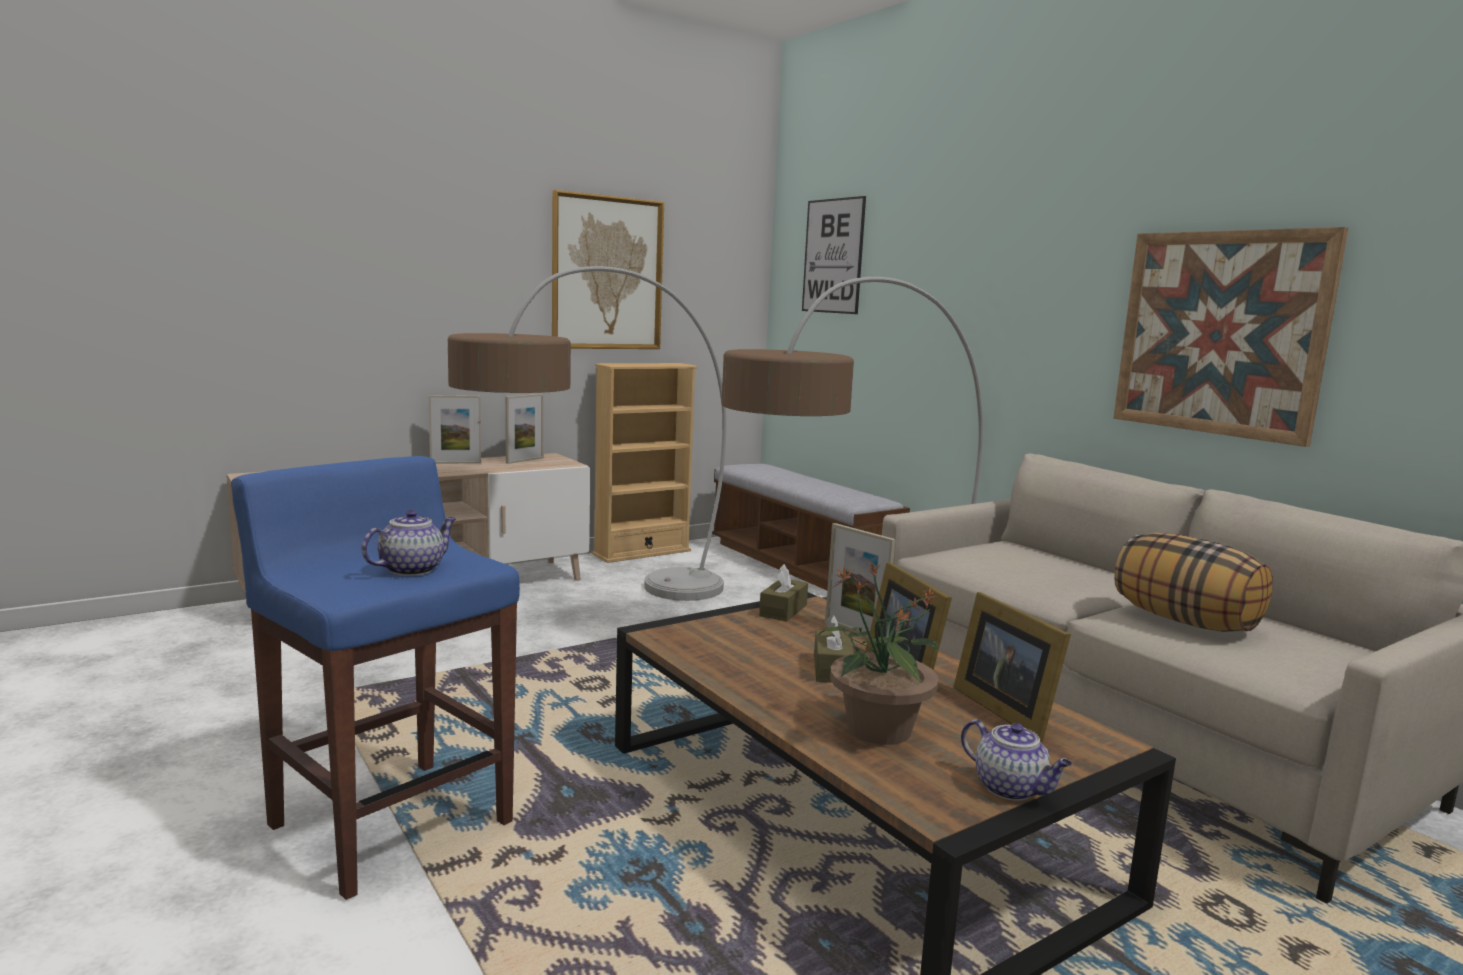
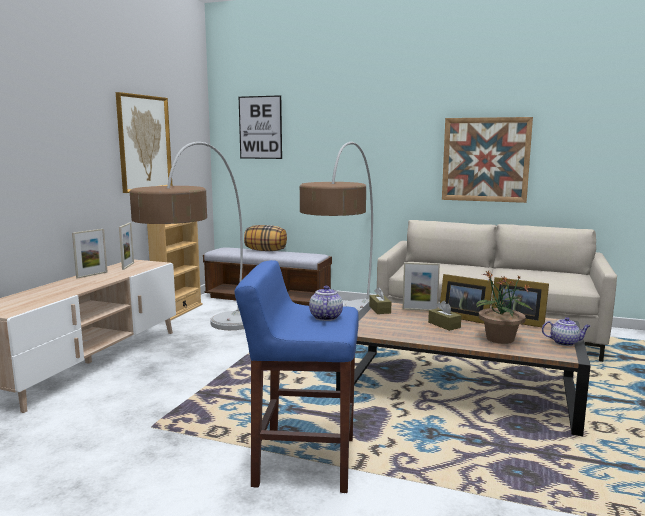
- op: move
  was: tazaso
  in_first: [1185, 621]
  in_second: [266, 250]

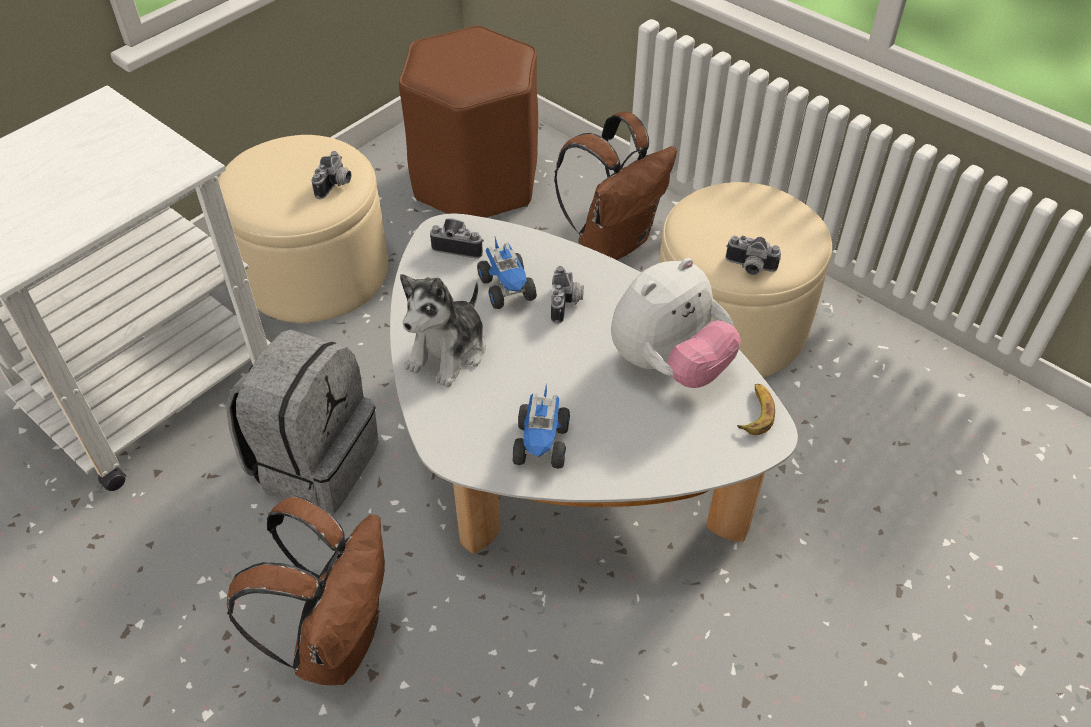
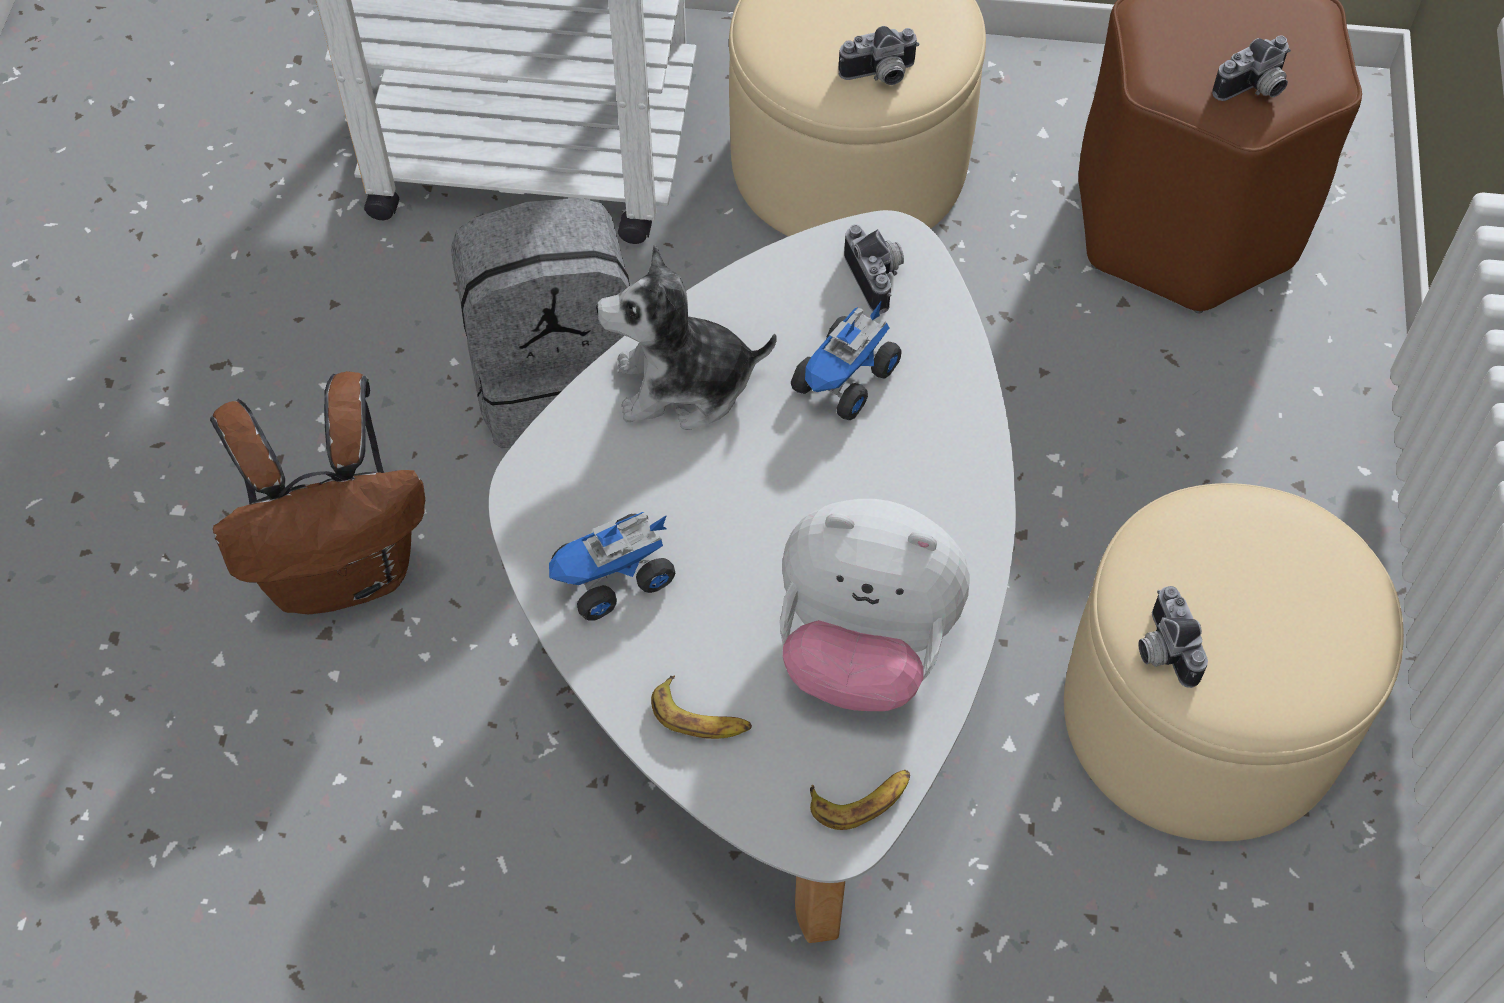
- op: delete
  was: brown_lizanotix
  in_first: [613, 240]
- op: insert
  now: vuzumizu
  in_second: [701, 717]
- op: move
  was: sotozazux
  in_first: [567, 304]
  in_second: [1254, 89]

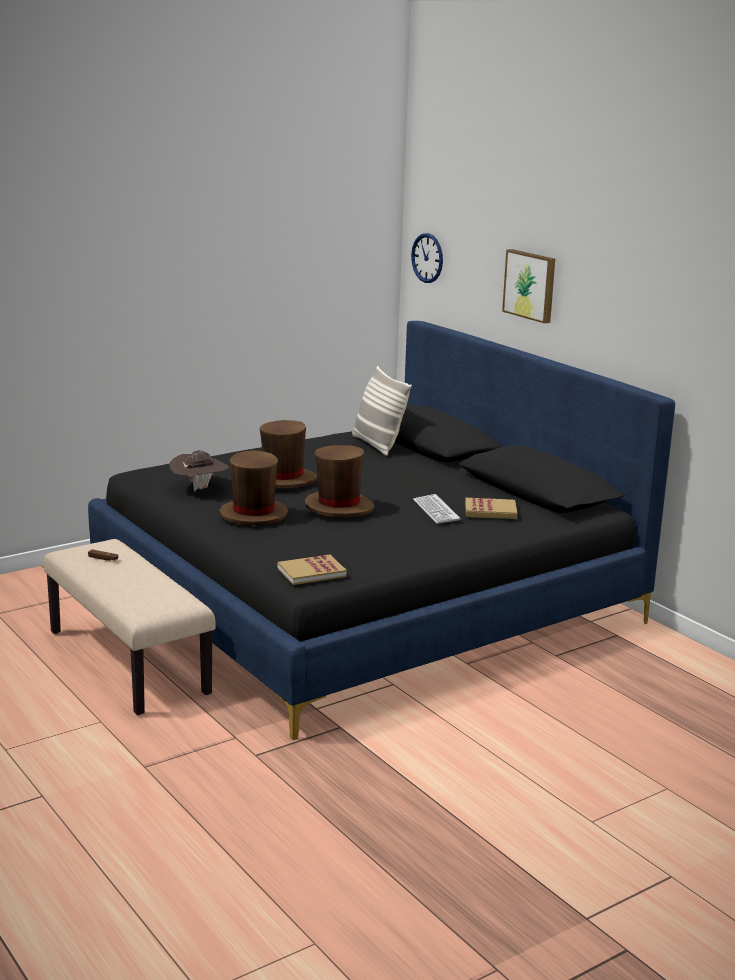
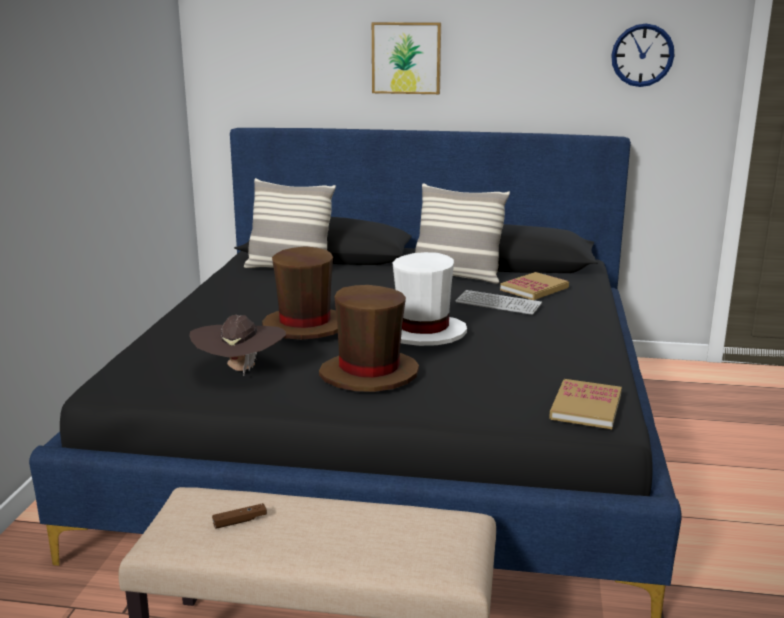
- op: insert
  now: tazaso
  in_second: [456, 276]
- op: move
  was: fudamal
  in_first: [427, 258]
  in_second: [642, 55]
- op: recolor
  was: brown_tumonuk
  now: white_tumonuk
  in_first: [339, 507]
  in_second: [423, 332]

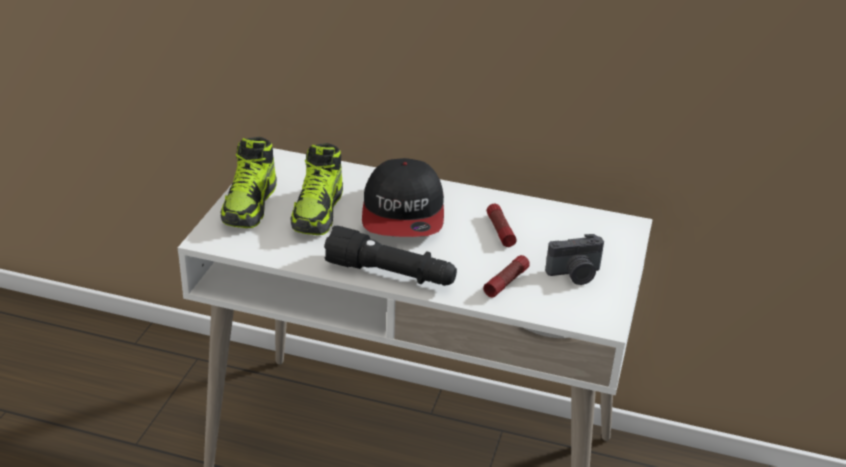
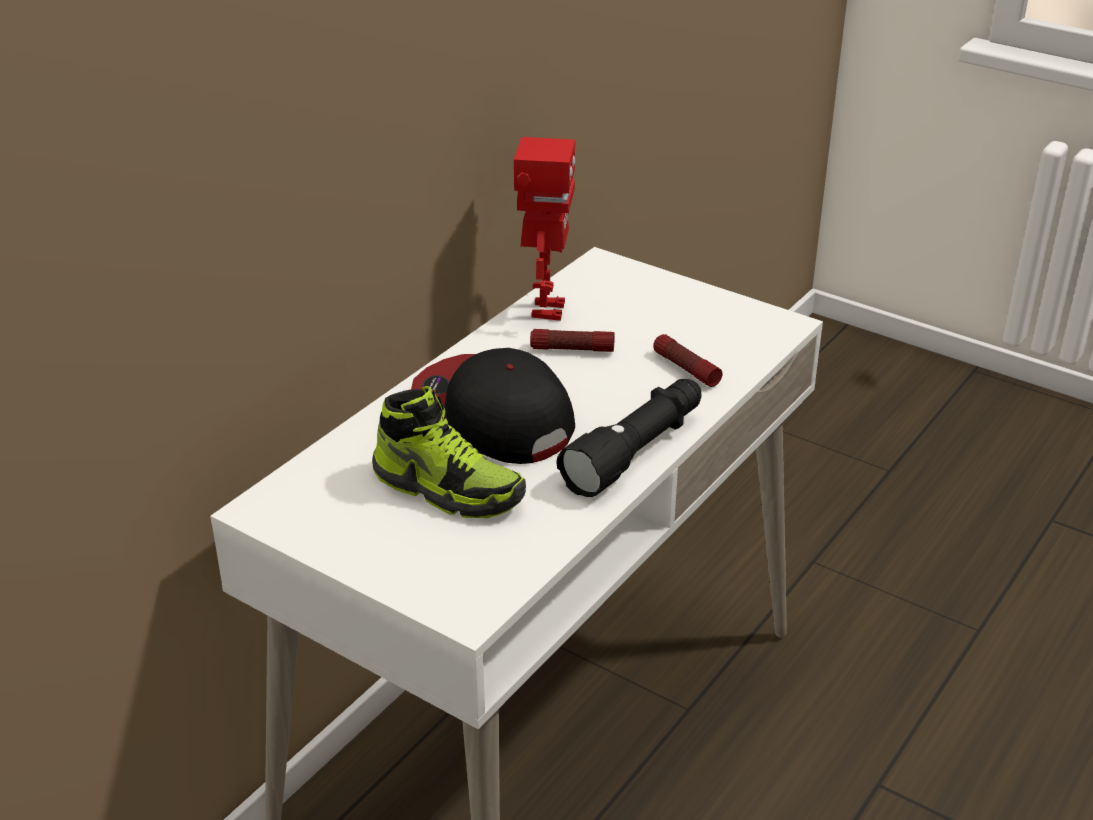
- op: delete
  was: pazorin
  in_first: [250, 205]
- op: delete
  was: sotozazux
  in_first: [575, 274]
- op: insert
  now: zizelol
  in_second: [545, 310]
- op: rotate
  was: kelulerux
  in_first: [403, 213]
  in_second: [492, 414]
  clockwise: -150

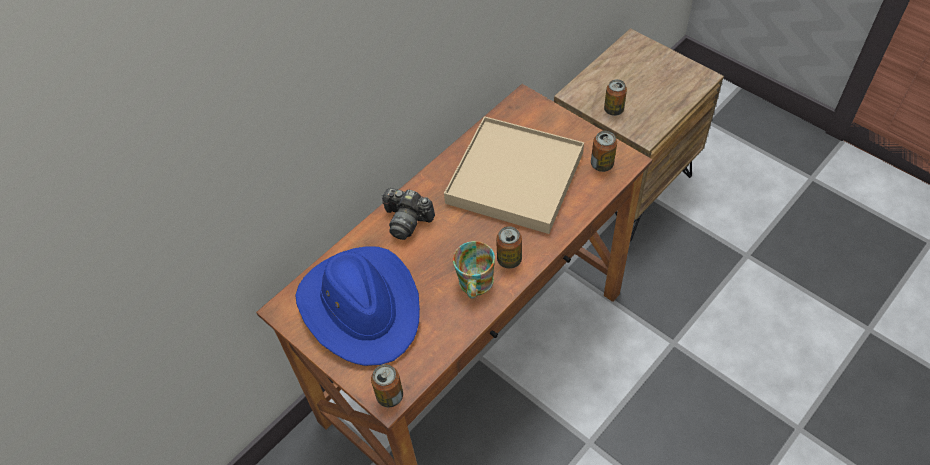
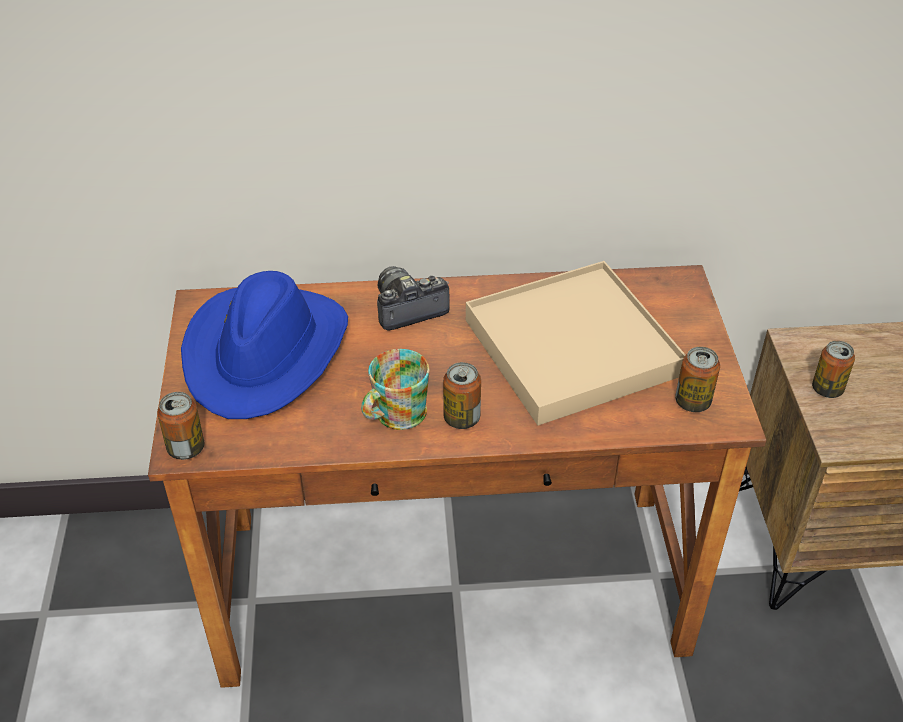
- op: rotate
  was: sotozazux
  in_first: [407, 220]
  in_second: [408, 309]
  clockwise: 90

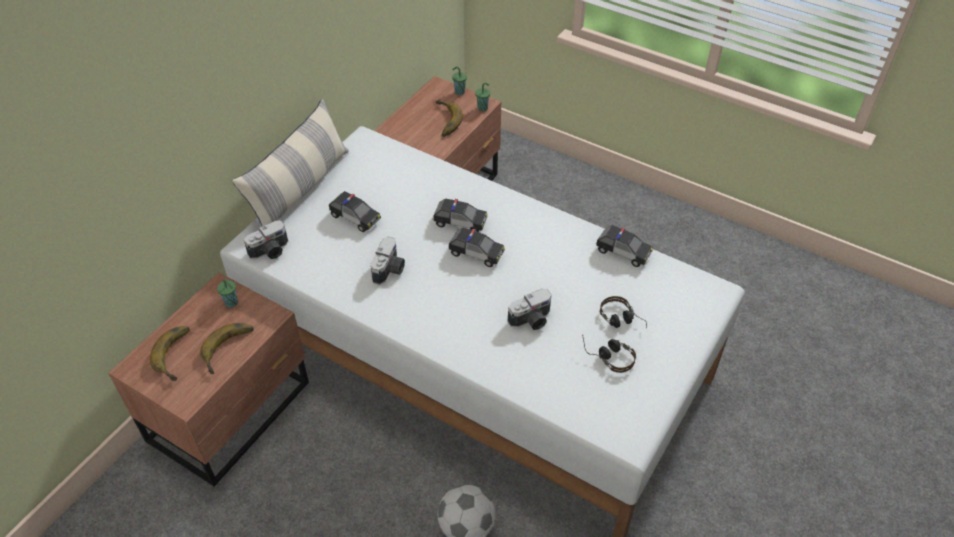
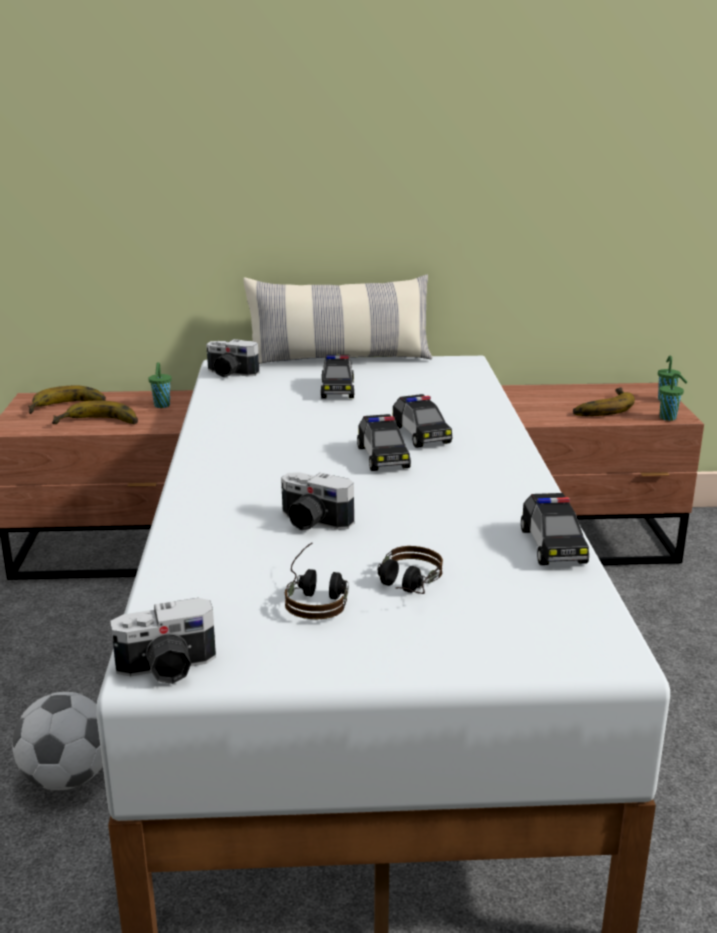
- op: move
  was: sotozazux
  in_first: [390, 270]
  in_second: [167, 669]

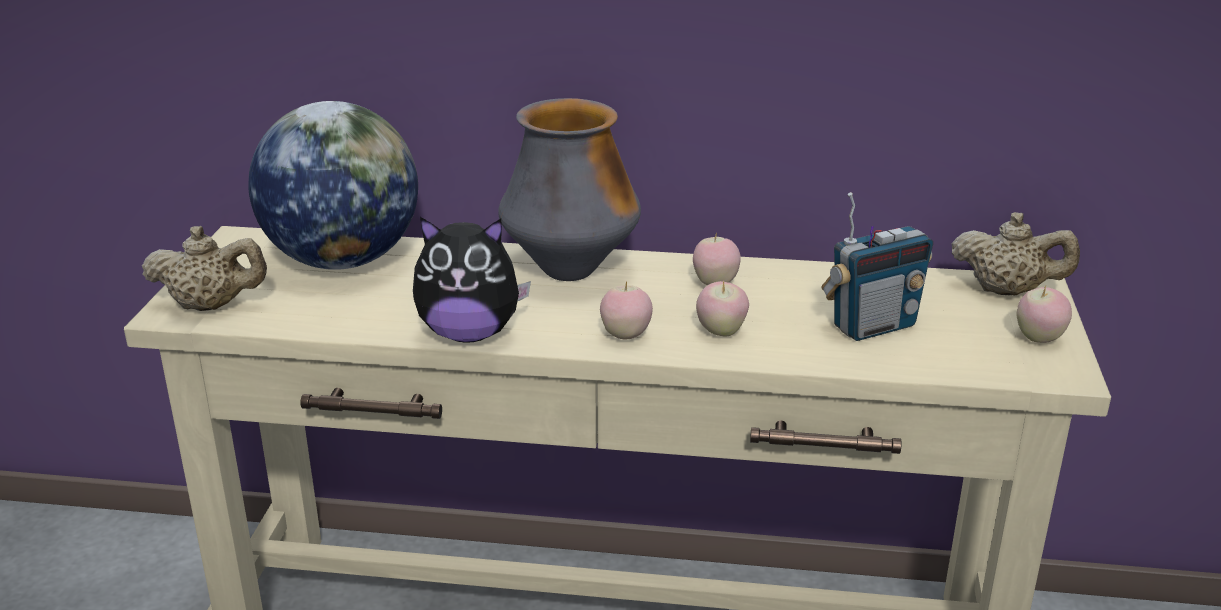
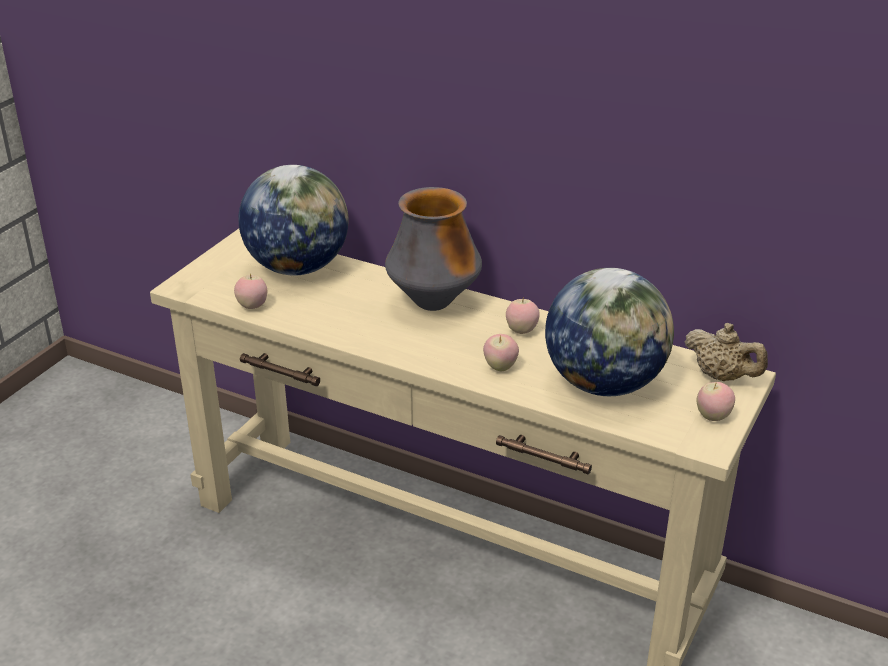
- op: delete
  was: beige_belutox
  in_first: [211, 306]
- op: delete
  was: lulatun
  in_first: [469, 334]
- op: move
  was: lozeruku
  in_first: [626, 336]
  in_second: [252, 306]
- op: replace
  was: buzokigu
  now: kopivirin
  in_first: [873, 326]
  in_second: [604, 384]

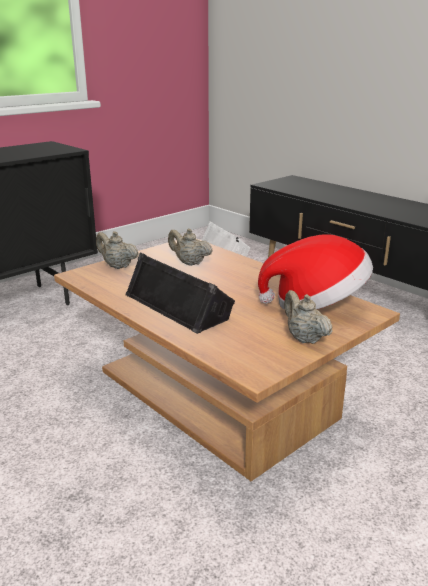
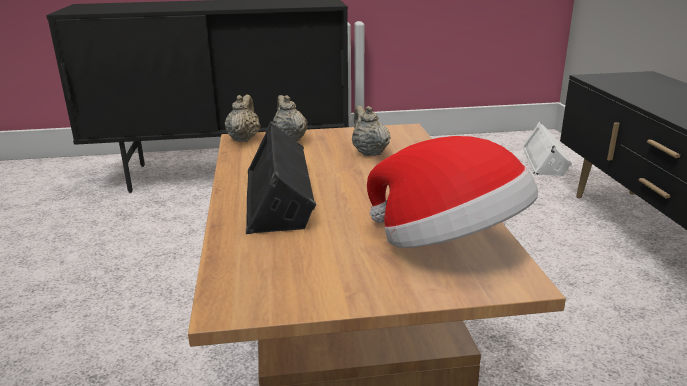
- op: move
  was: beige_belutox
  in_first: [304, 338]
  in_second: [244, 139]

